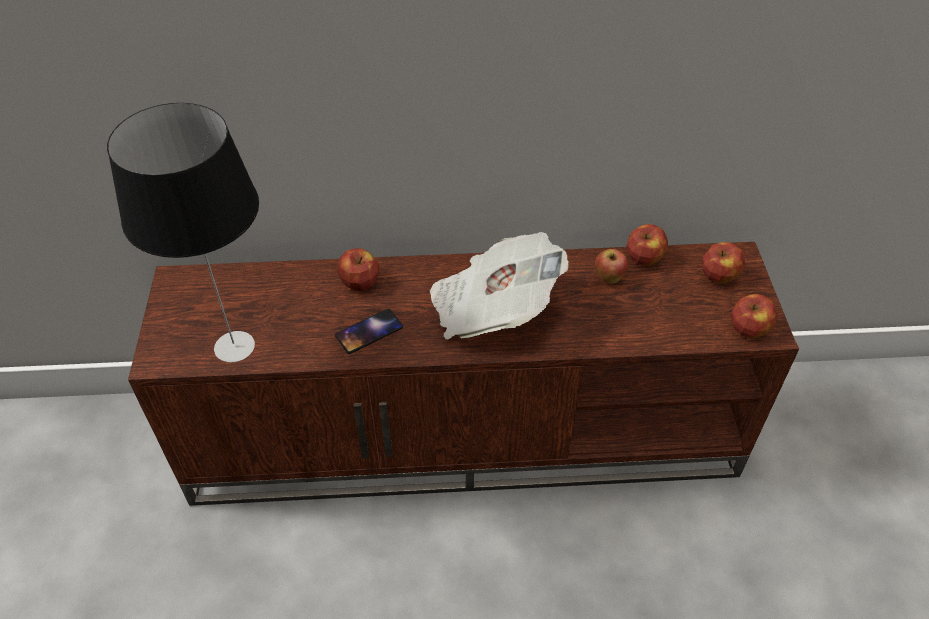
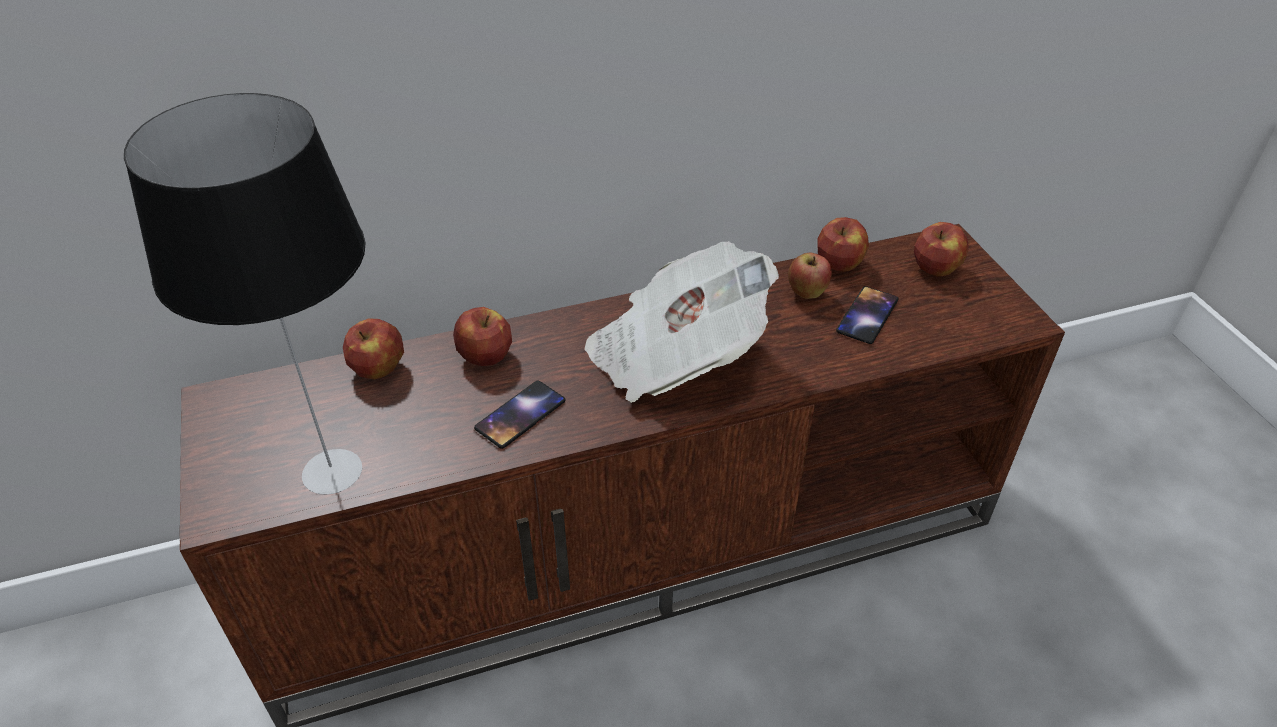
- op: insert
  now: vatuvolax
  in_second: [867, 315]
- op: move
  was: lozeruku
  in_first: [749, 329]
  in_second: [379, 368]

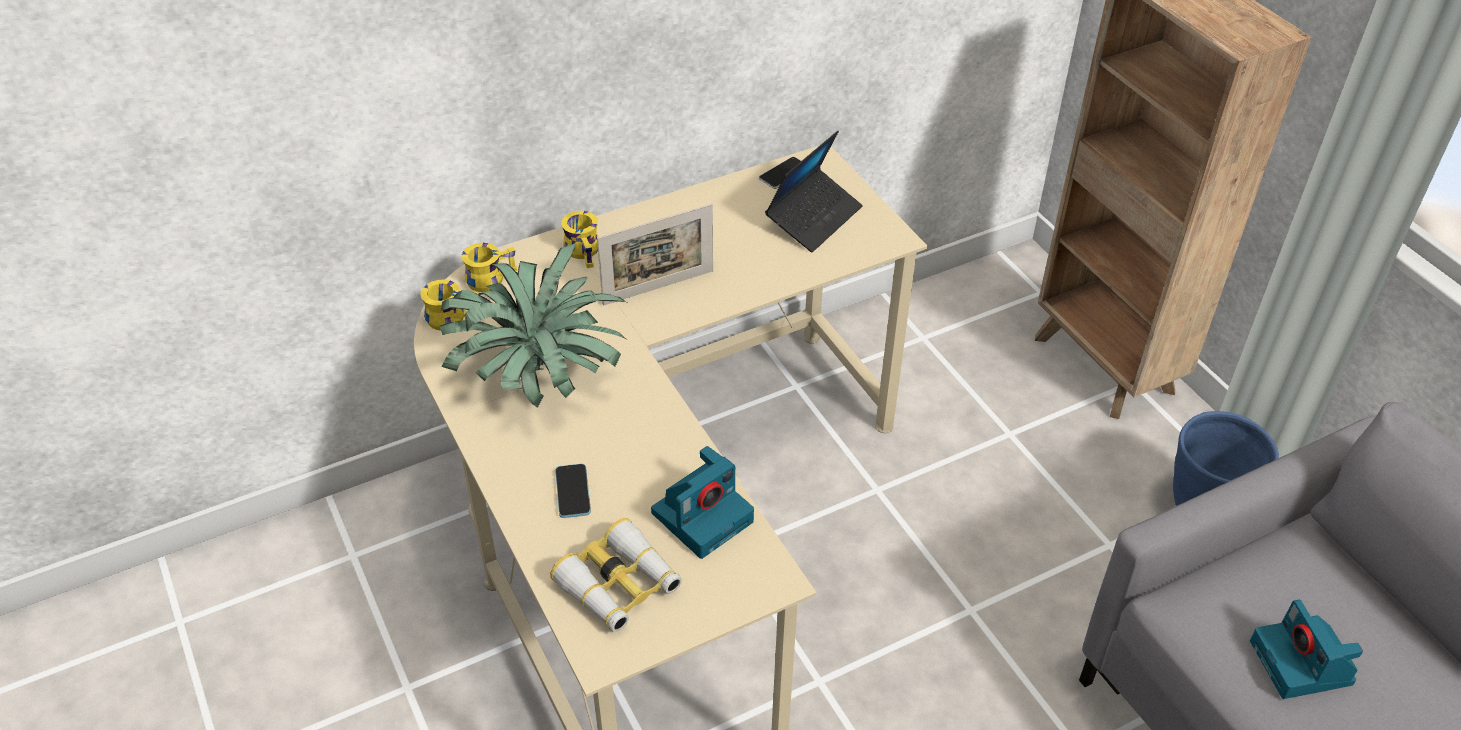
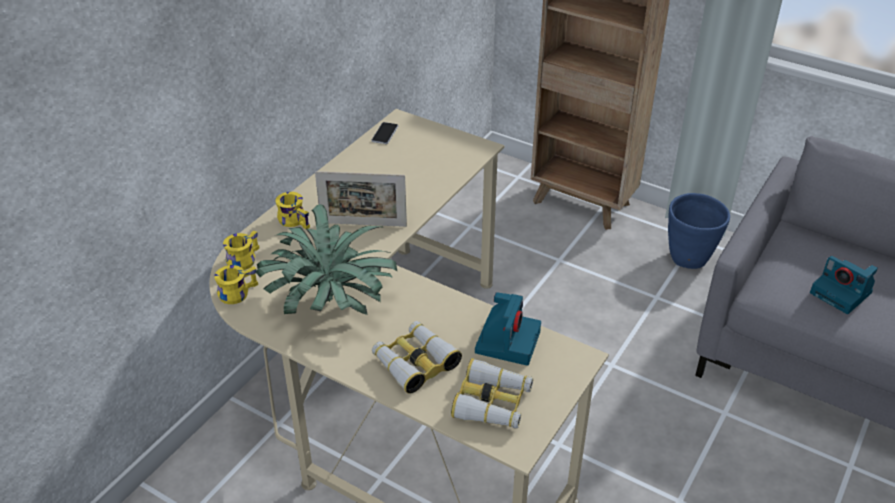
- op: delete
  was: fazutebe
  in_first: [814, 218]
- op: replace
  was: vatuvolax
  now: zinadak
  in_first: [573, 492]
  in_second: [415, 362]
- op: rotate
  was: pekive
  in_first: [658, 287]
  in_second: [363, 224]
  clockwise: 60

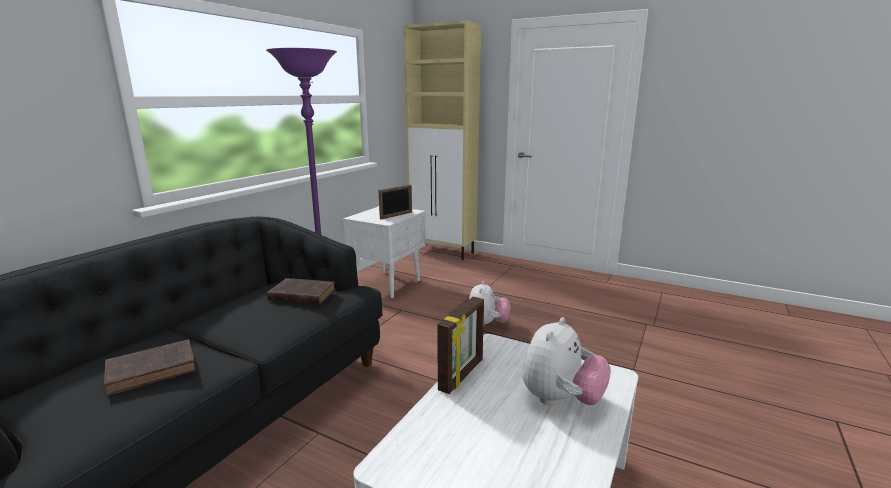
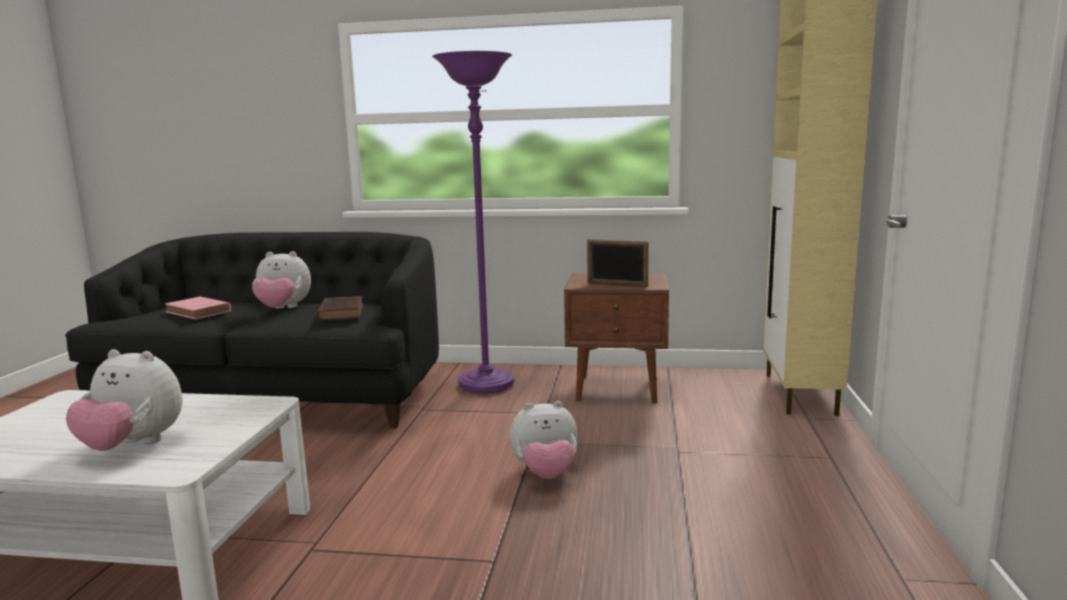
- op: delete
  was: pekive
  in_first: [462, 375]
- op: insert
  now: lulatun
  in_second: [283, 309]
- op: recolor
  was: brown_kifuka
  now: pink_kifuka
  in_first: [155, 370]
  in_second: [199, 312]
- op: recolor
  was: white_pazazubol
  now: brown_pazazubol
  in_first: [388, 284]
  in_second: [618, 389]

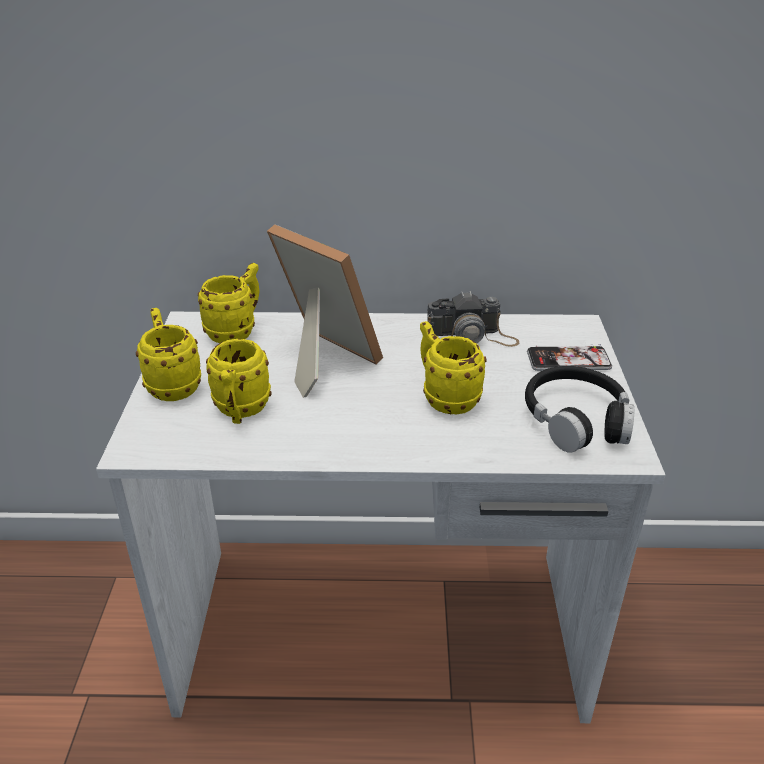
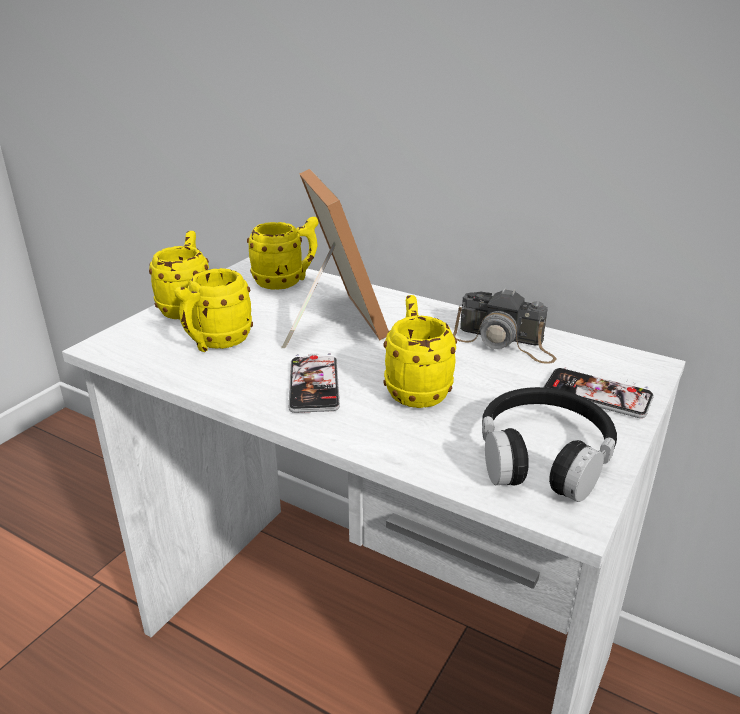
- op: insert
  now: vatuvolax
  in_second: [314, 385]

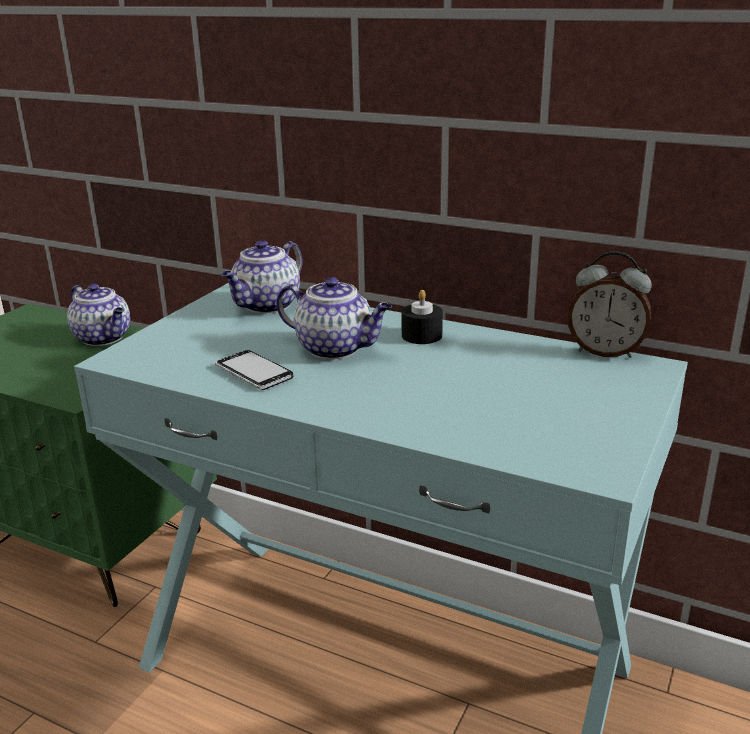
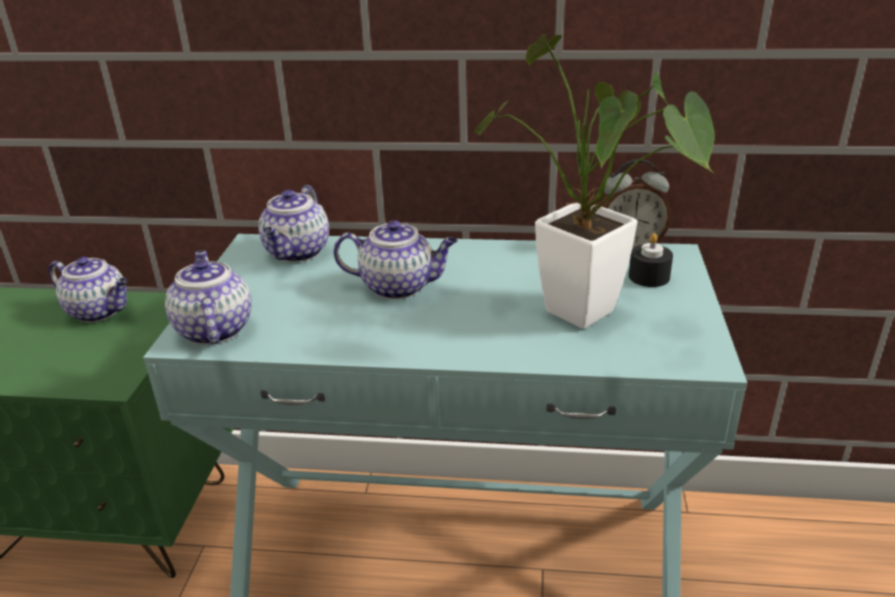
- op: delete
  was: vatuvolax
  in_first: [254, 372]
- op: insert
  now: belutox
  in_second: [213, 329]
- op: insert
  now: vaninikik
  in_second: [591, 318]
- op: move
  was: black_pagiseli
  in_first: [421, 335]
  in_second: [649, 276]

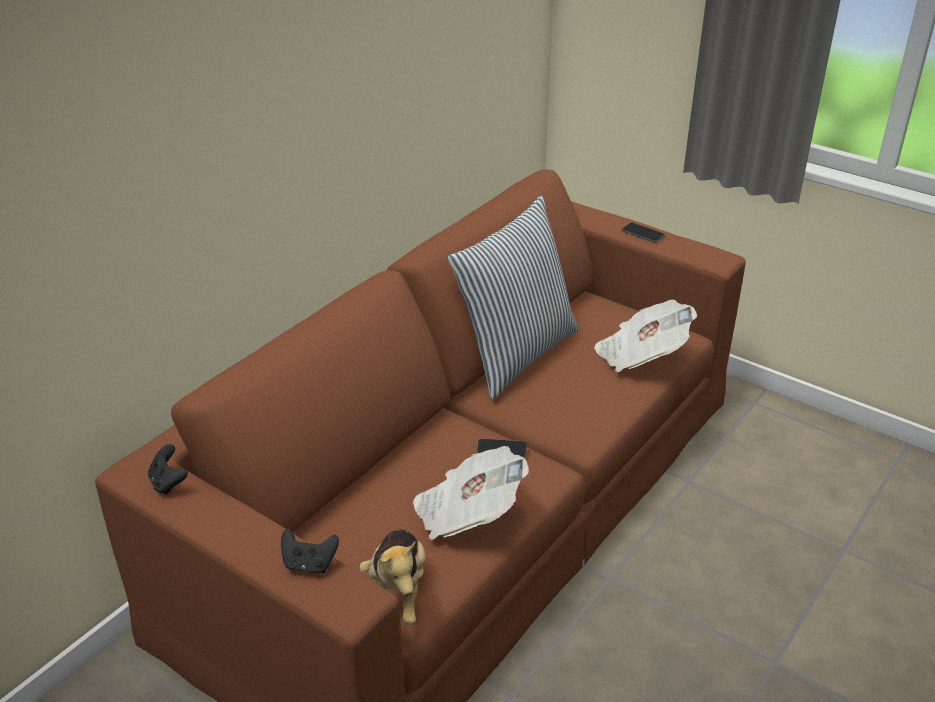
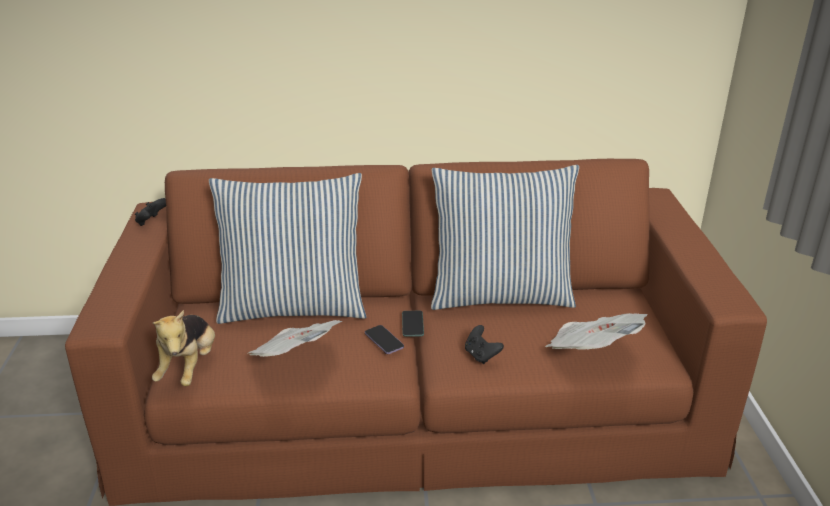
- op: insert
  now: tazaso
  in_second: [293, 307]
- op: move
  was: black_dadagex
  in_first: [309, 564]
  in_second: [481, 355]
- op: move
  was: vatuvolax
  in_first: [643, 233]
  in_second: [412, 324]
- op: rotate
  was: lulatun
  in_first: [397, 593]
  in_second: [189, 367]
  clockwise: -45

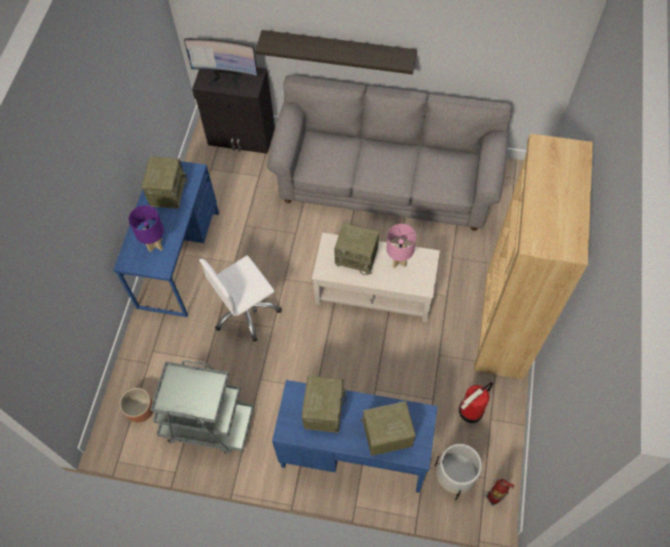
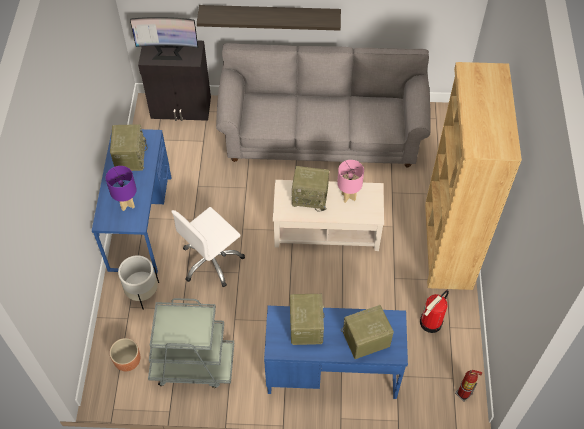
- op: move
  was: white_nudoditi
  in_first: [454, 477]
  in_second: [142, 292]

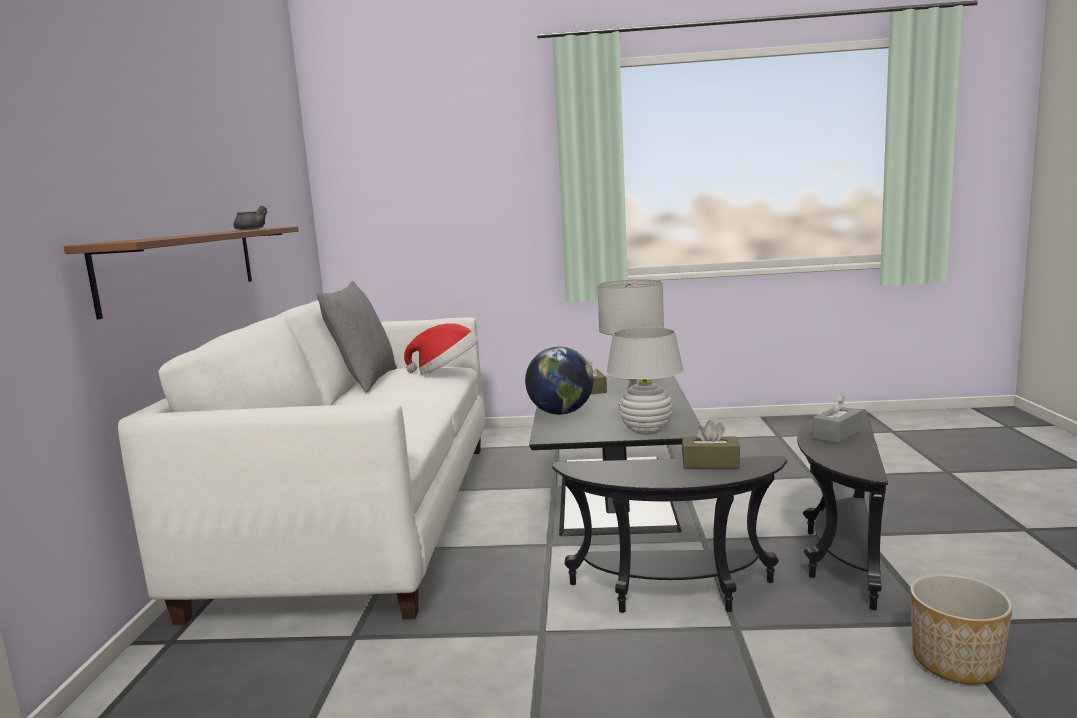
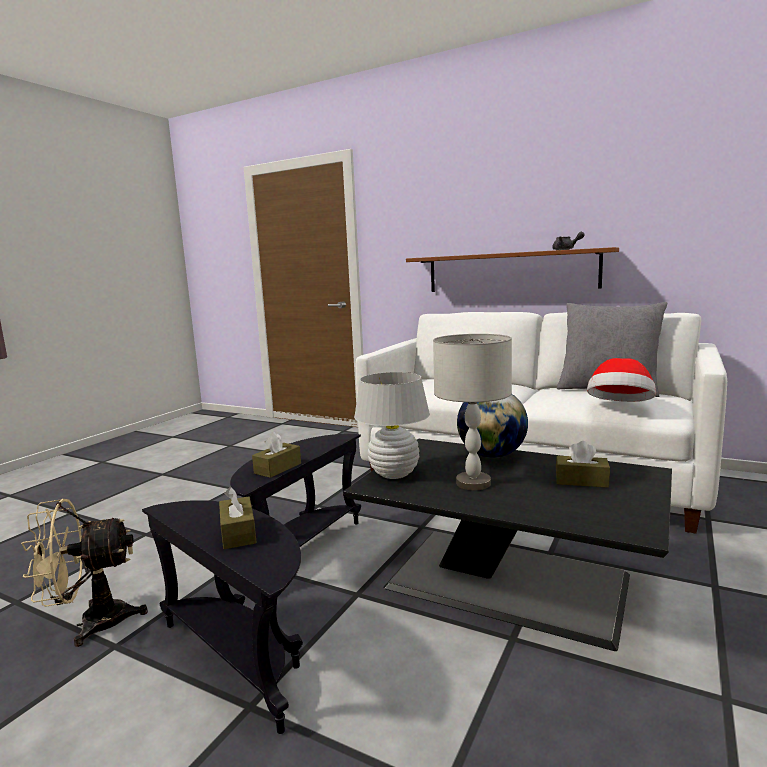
- op: replace
  was: nudoditi
  now: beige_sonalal
  in_first: [954, 662]
  in_second: [91, 623]
- op: recolor
  was: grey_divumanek
  now: brown_divumanek
  in_first: [837, 434]
  in_second: [238, 533]

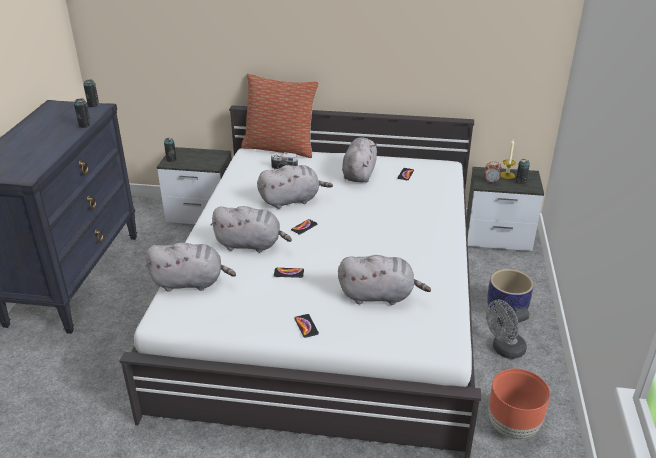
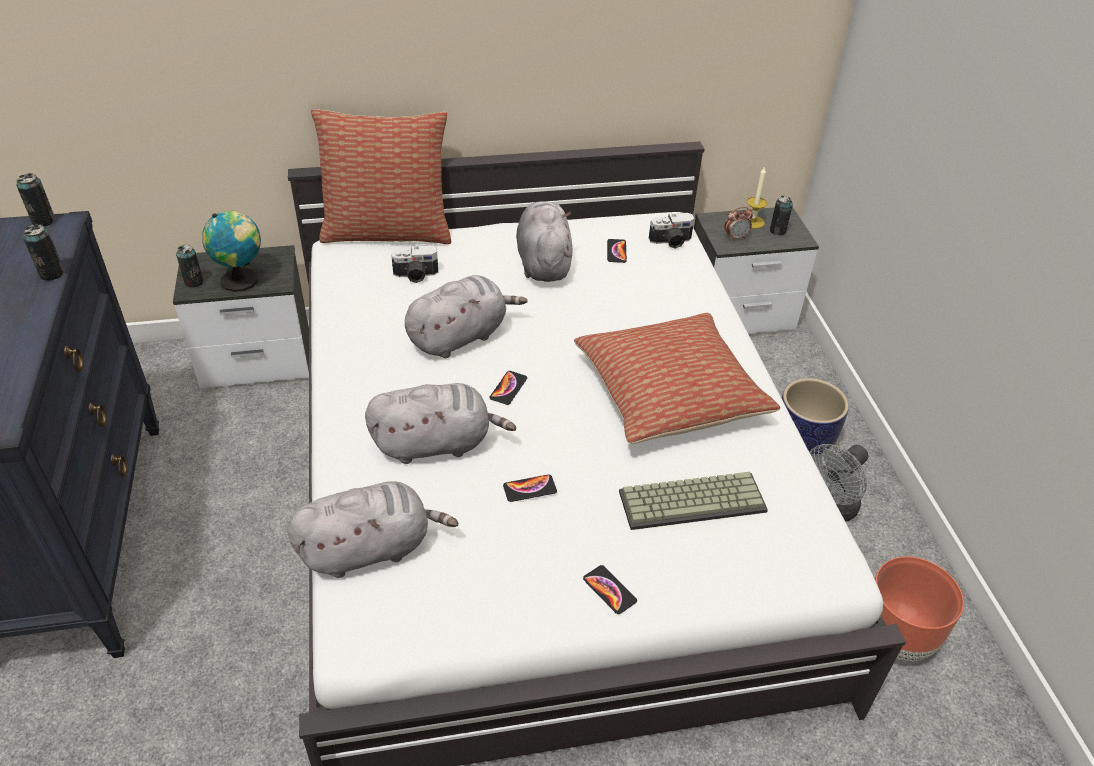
- op: insert
  now: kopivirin
  in_second: [242, 280]
- op: insert
  now: tazaso
  in_second: [669, 393]
- op: insert
  now: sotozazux
  in_second: [671, 242]
- op: replace
  was: grey_lulatun
  now: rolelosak
  in_first: [379, 296]
  in_second: [693, 499]

